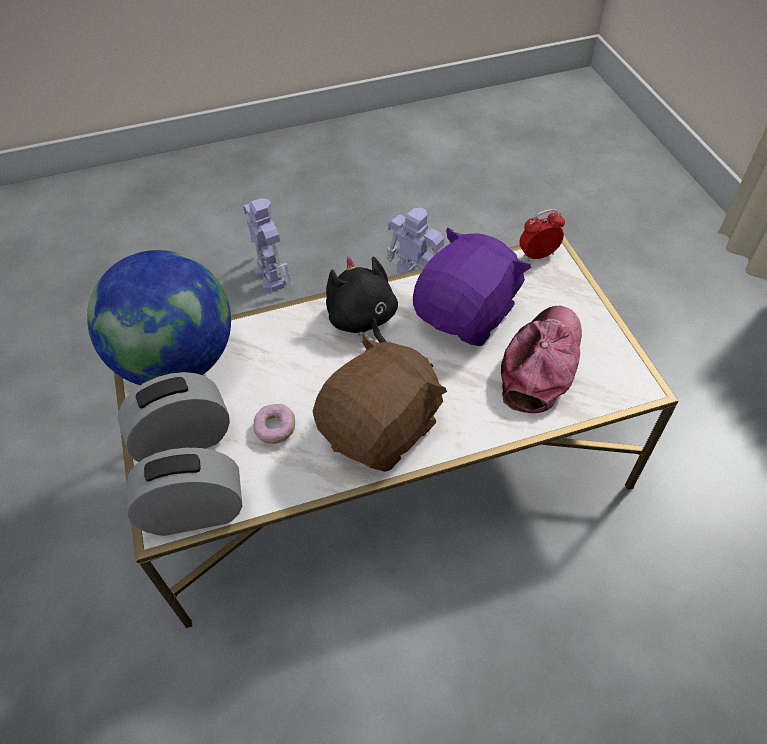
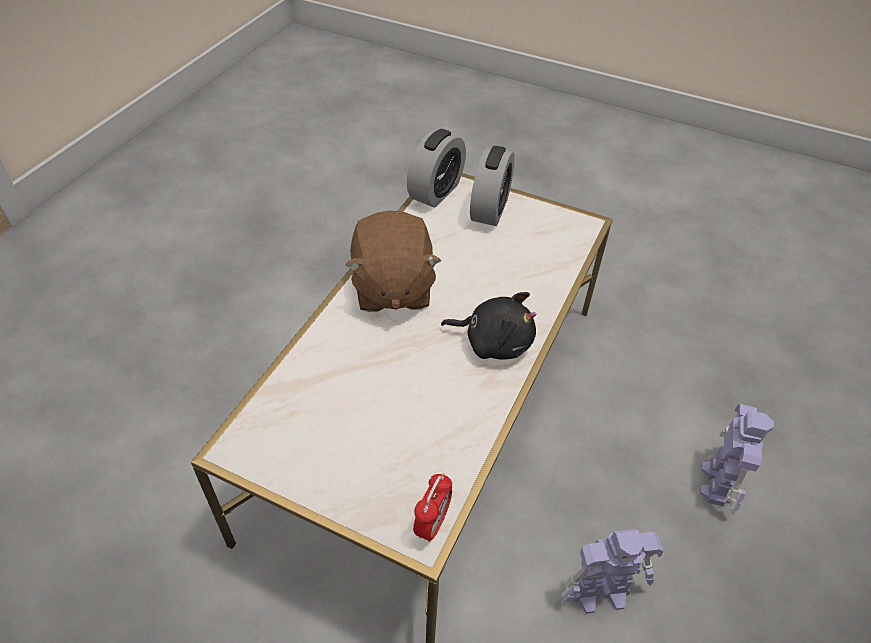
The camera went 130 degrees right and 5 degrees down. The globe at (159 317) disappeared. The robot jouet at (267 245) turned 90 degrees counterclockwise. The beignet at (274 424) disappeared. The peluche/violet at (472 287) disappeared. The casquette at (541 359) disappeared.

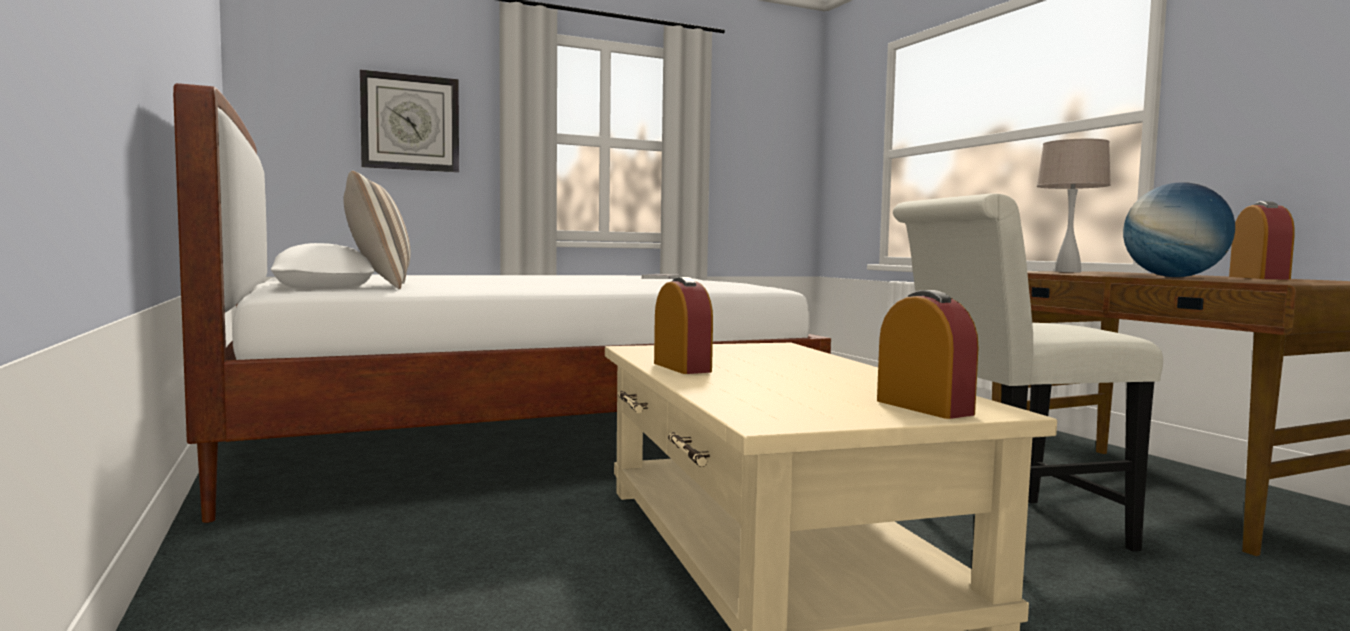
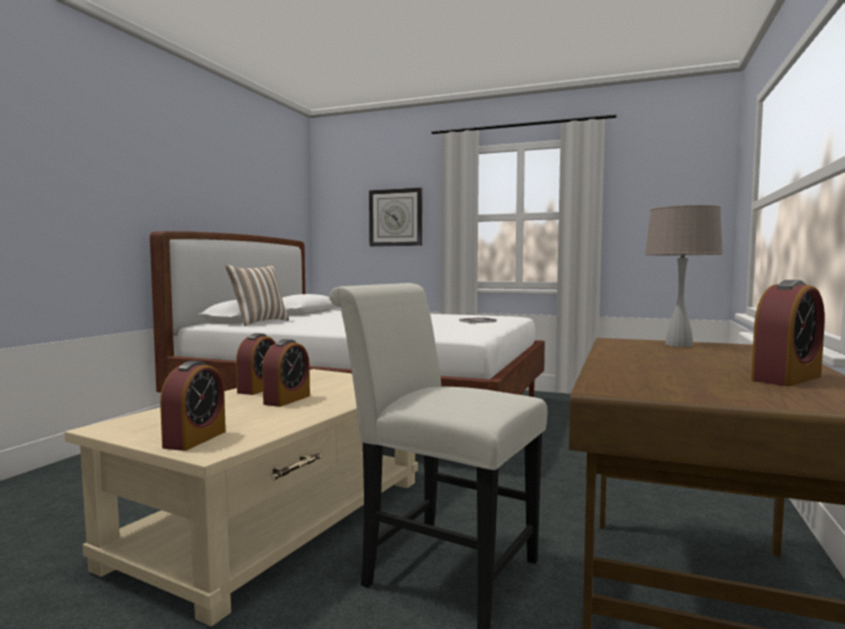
The camera went 45 degrees right and 0 degrees up. The globe at (1179 229) disappeared. The réveil at (286 373) appeared.

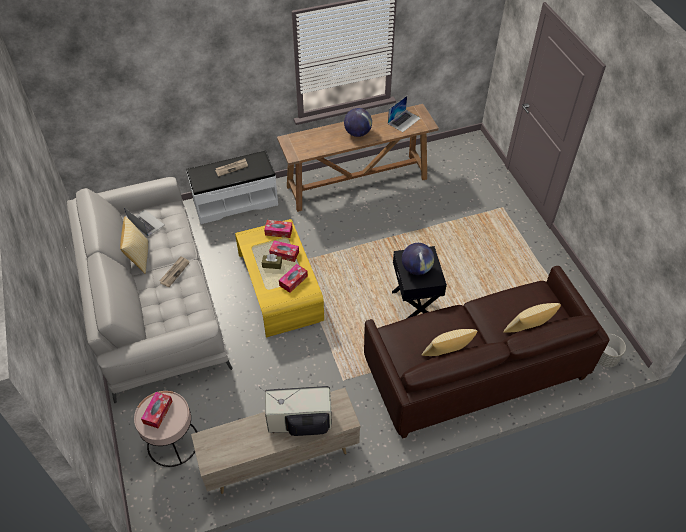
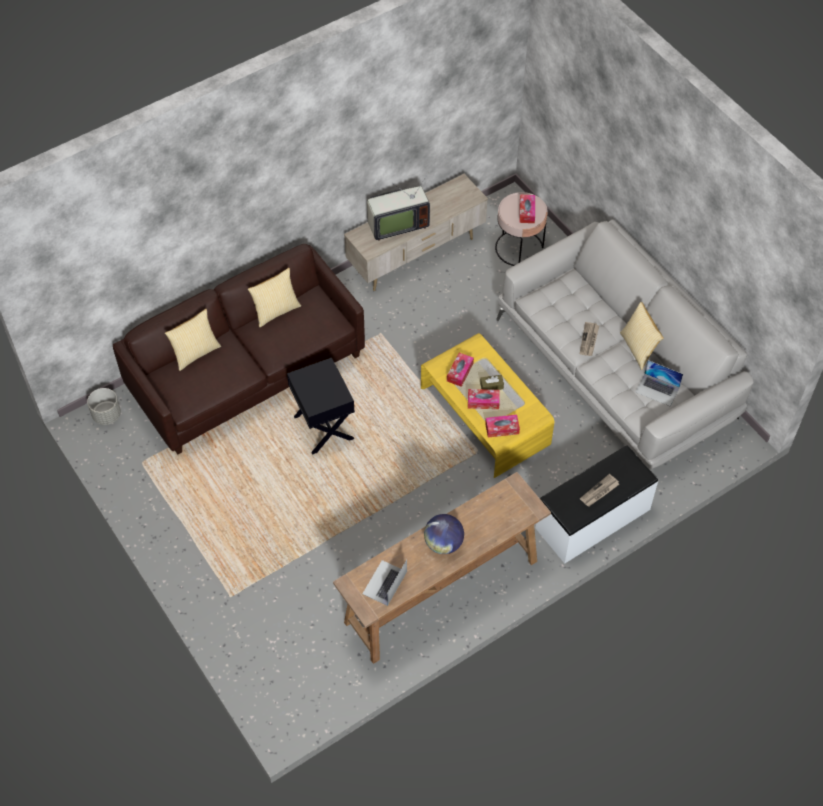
The camera went 165 degrees right and 5 degrees up. The globe at (418 259) disappeared.

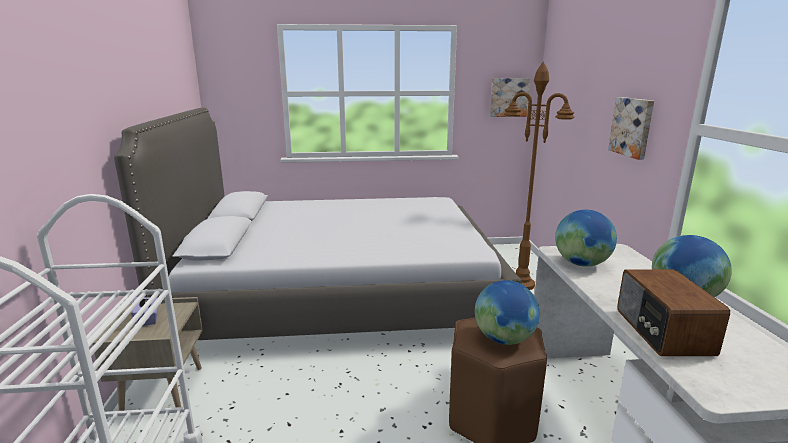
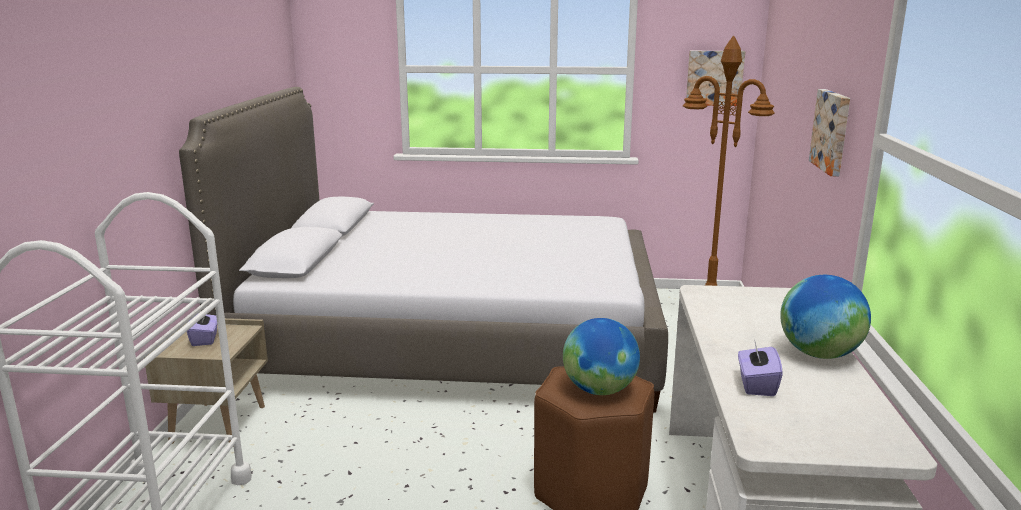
The camera went 10 degrees right and 0 degrees up. The globe at (586 238) disappeared. The radio at (673 312) was replaced by the boîte à mouchoirs/violet at (760 367).

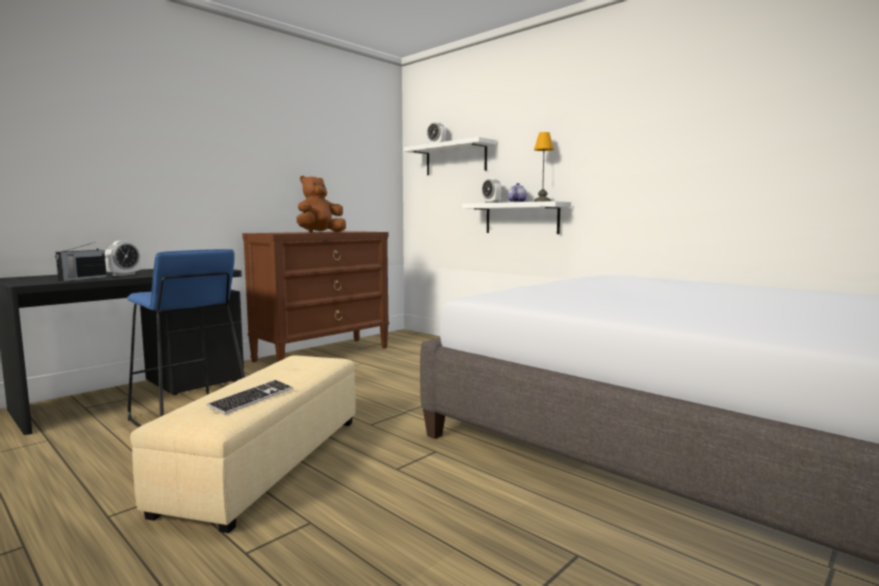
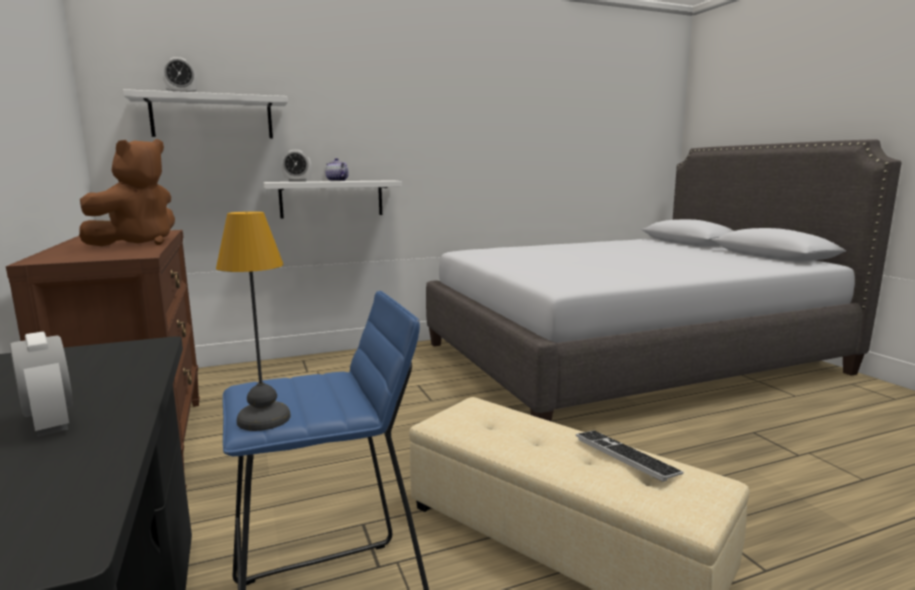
The camera went 65 degrees left and 5 degrees up. The radio at (81 261) disappeared. The peluche/marron at (321 204) turned 135 degrees counterclockwise. The lampe de table moved from (544 167) to (253 321).

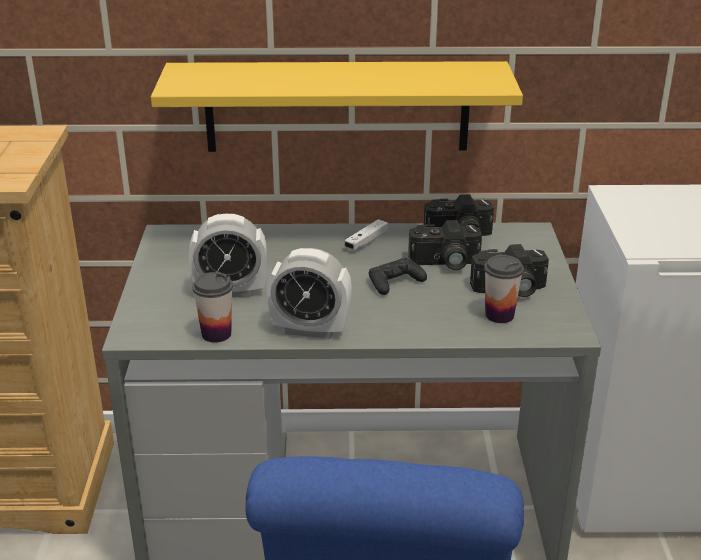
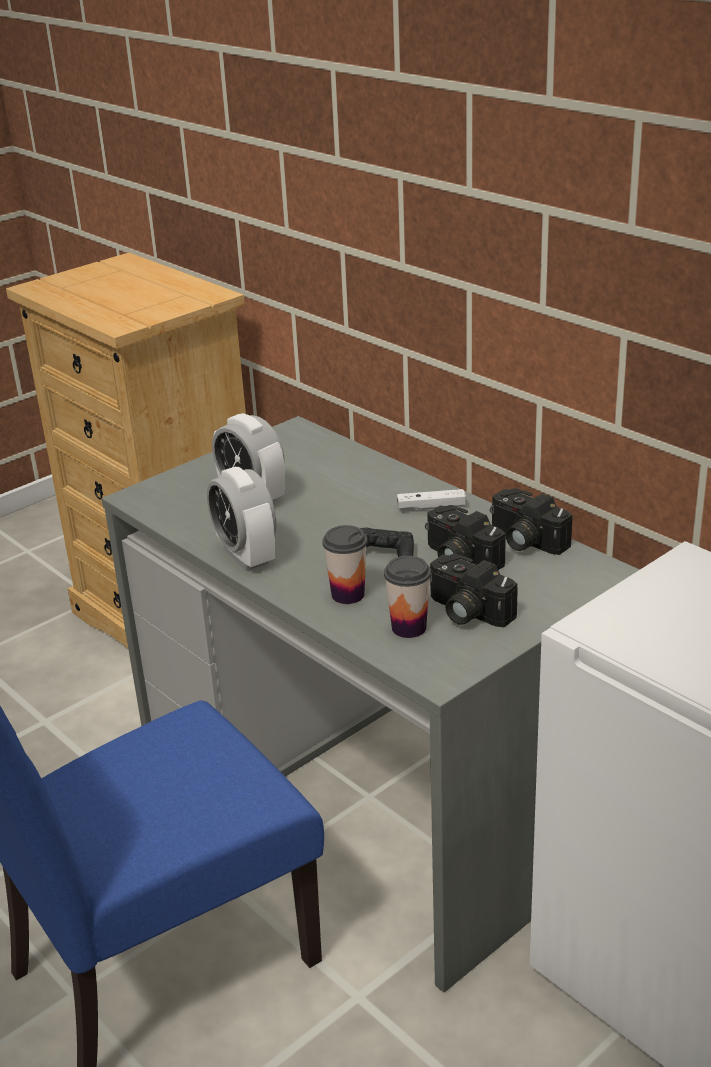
The camera went 50 degrees right and 0 degrees up. The étagère/jaune at (337 106) disappeared. The tasse moved from (212 307) to (345 564).

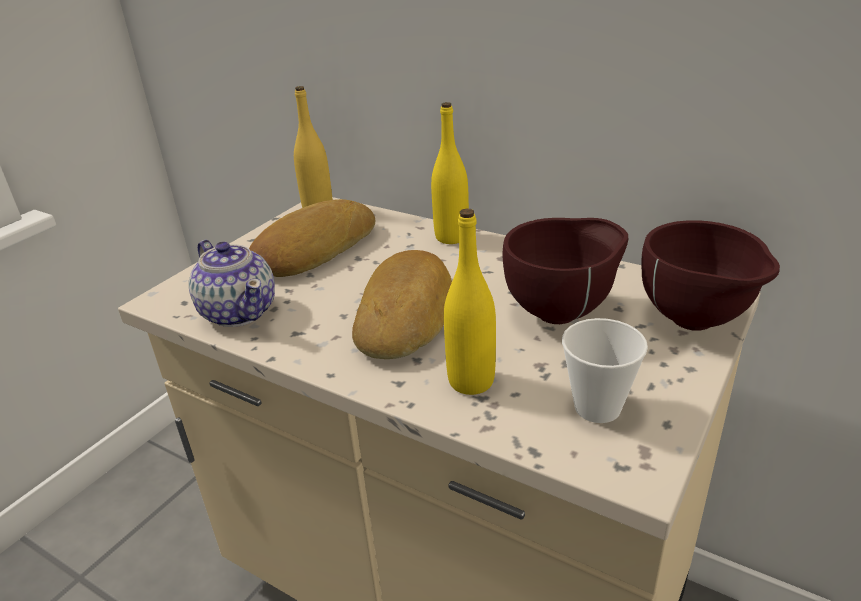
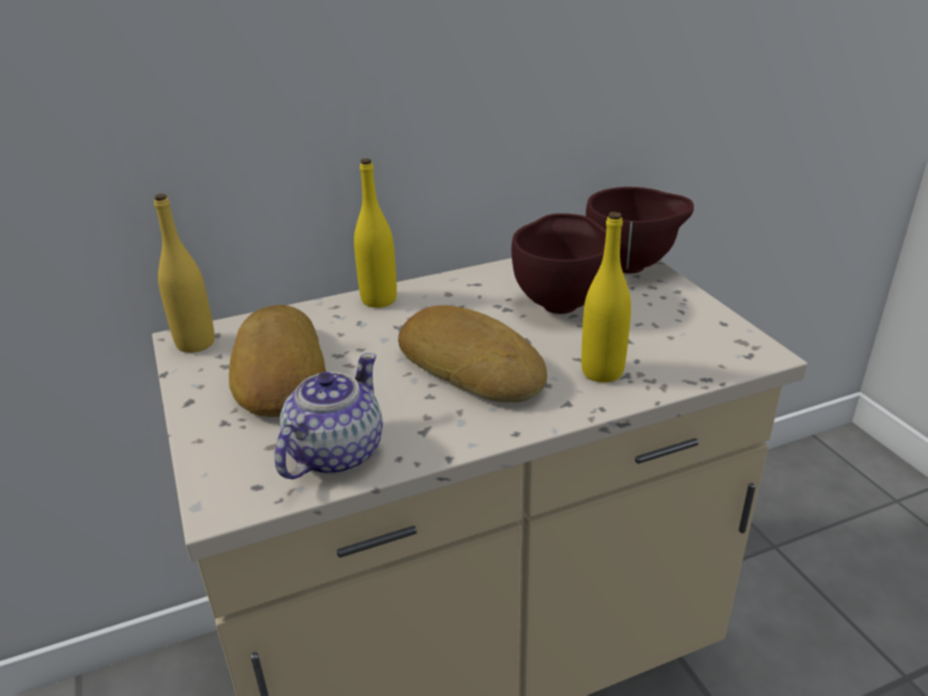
The camera went 55 degrees left and 0 degrees up. The théière at (231 283) turned 60 degrees counterclockwise. The tasse at (605 370) disappeared.

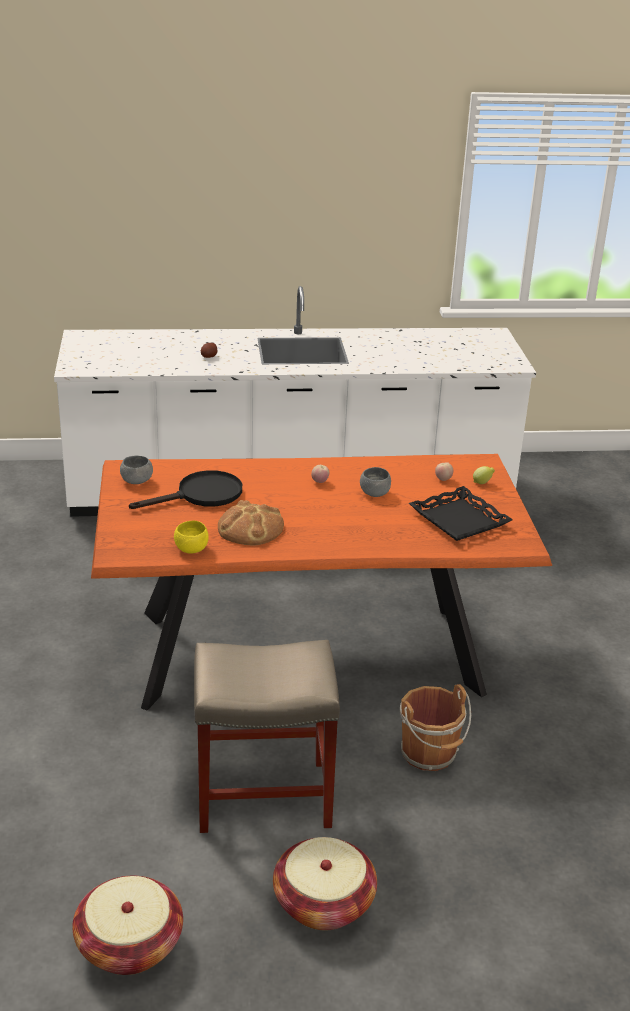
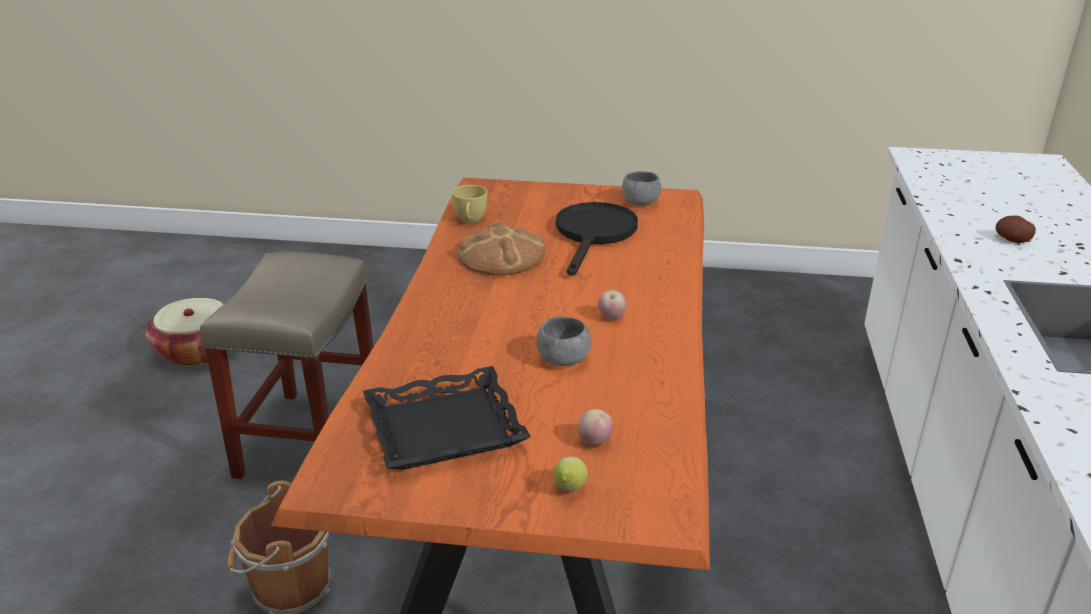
The camera went 105 degrees right and 0 degrees up. The poêle/noir at (185 489) turned 150 degrees counterclockwise. The bol/jaune at (191 537) was replaced by the tasse/jaune at (469 204). The panier at (325 883) disappeared.

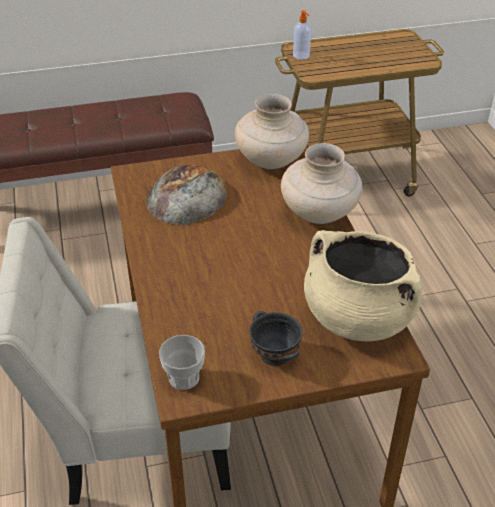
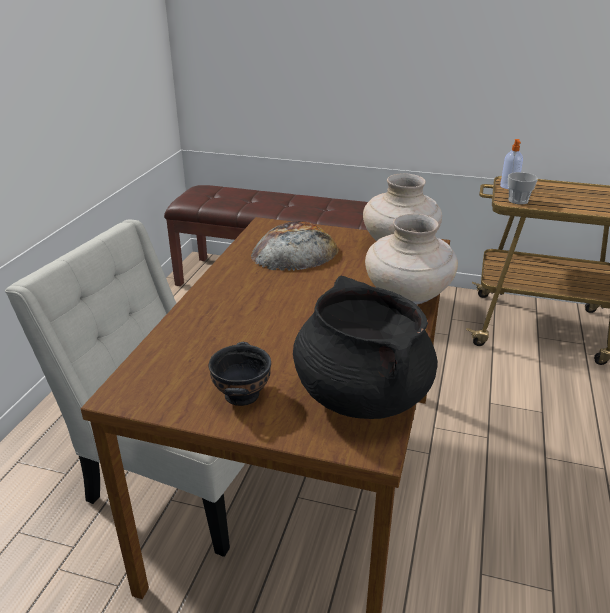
The camera went 30 degrees right and 10 degrees down. The tasse moved from (182 362) to (523 188). The marmite/beige at (363 285) became the marmite/noir at (365 347).

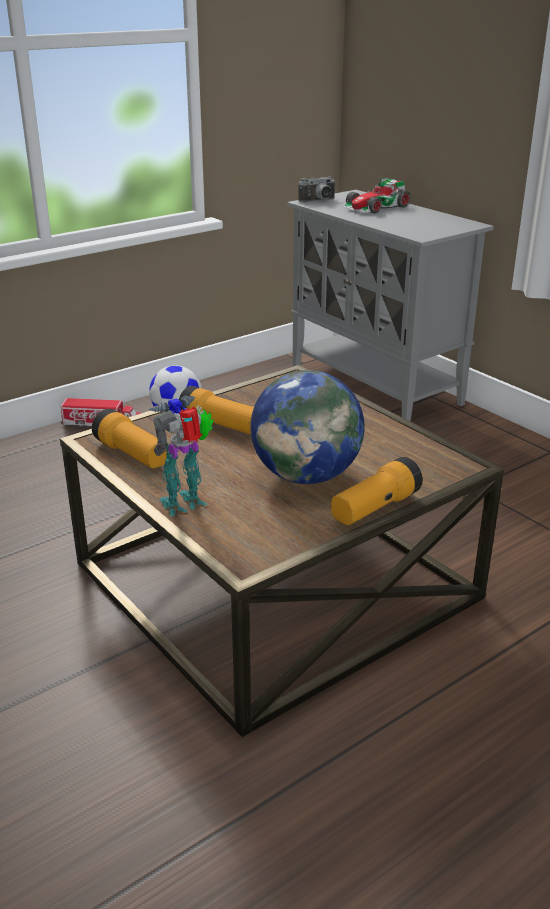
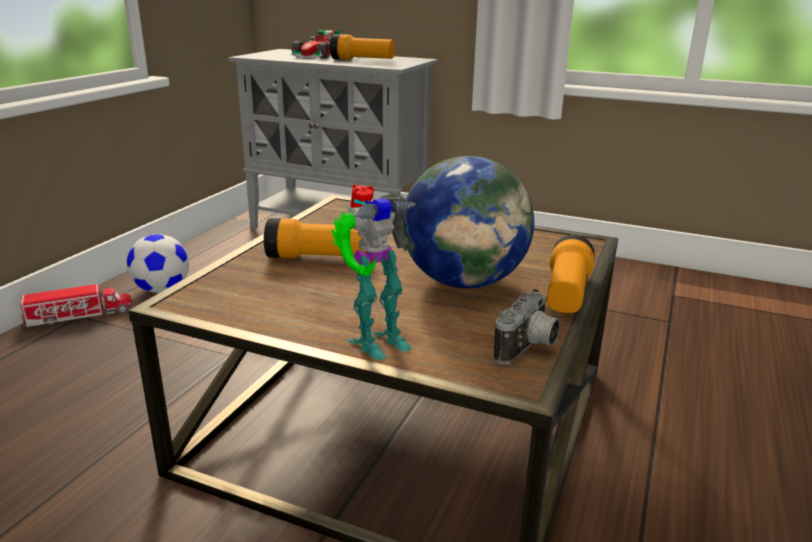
The camera went 30 degrees left and 5 degrees down. The lampe de poche moved from (130 438) to (362 47). The robot jouet at (181 455) turned 150 degrees counterclockwise. The appareil photo moved from (317 189) to (527 326).

